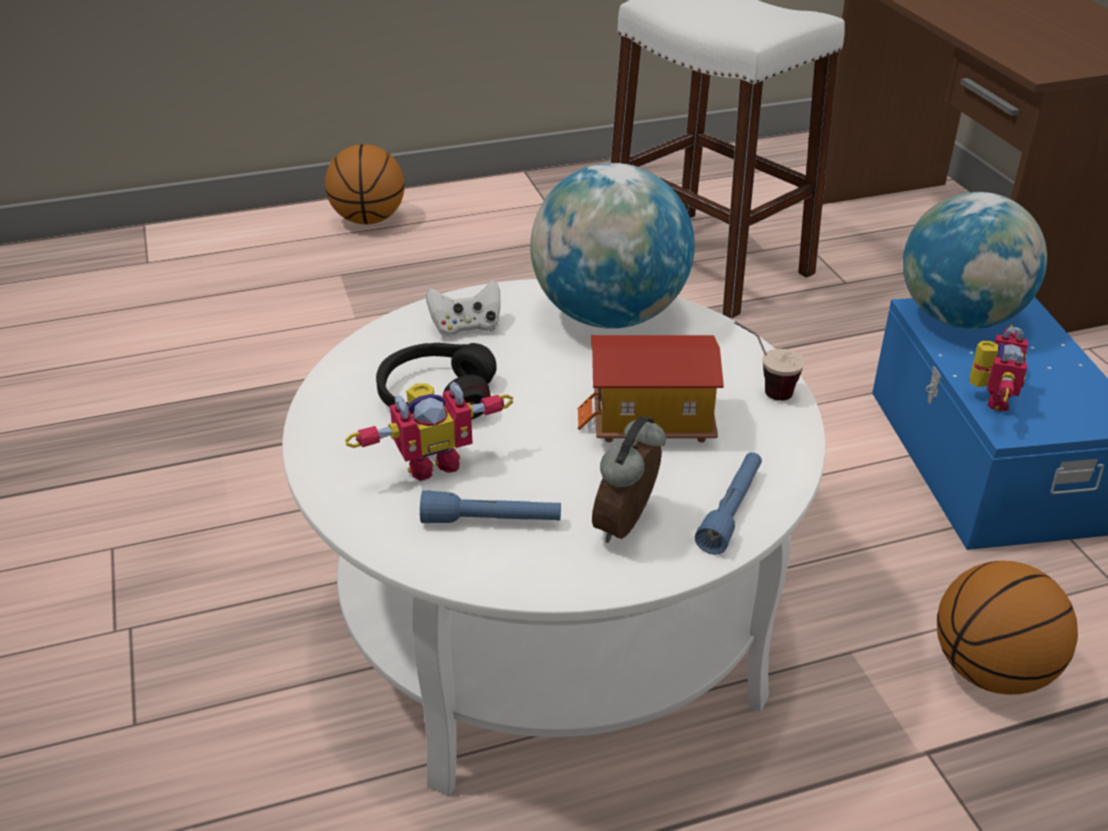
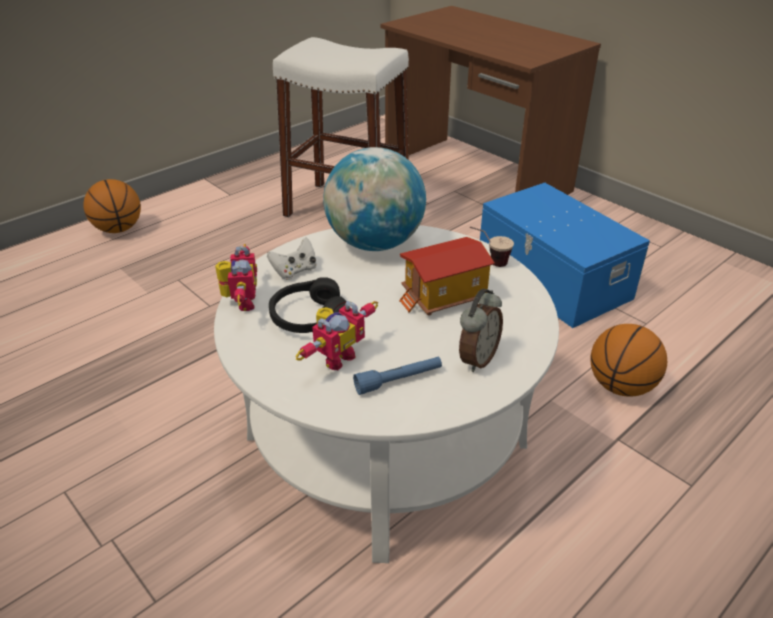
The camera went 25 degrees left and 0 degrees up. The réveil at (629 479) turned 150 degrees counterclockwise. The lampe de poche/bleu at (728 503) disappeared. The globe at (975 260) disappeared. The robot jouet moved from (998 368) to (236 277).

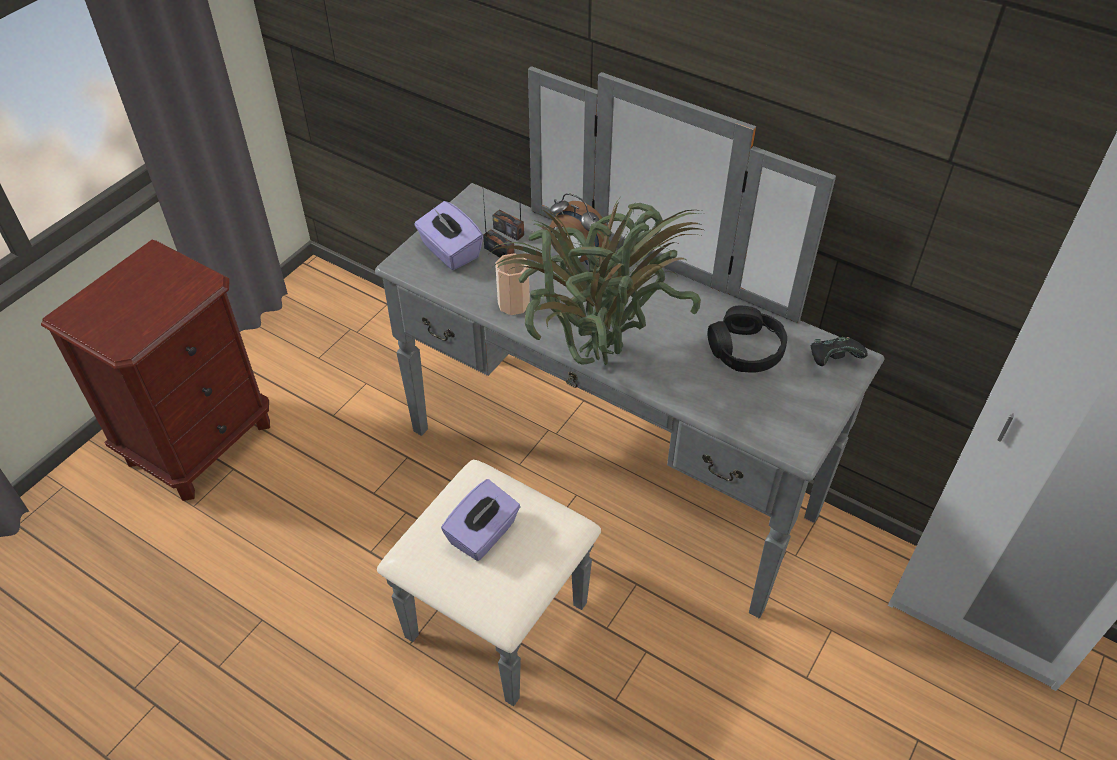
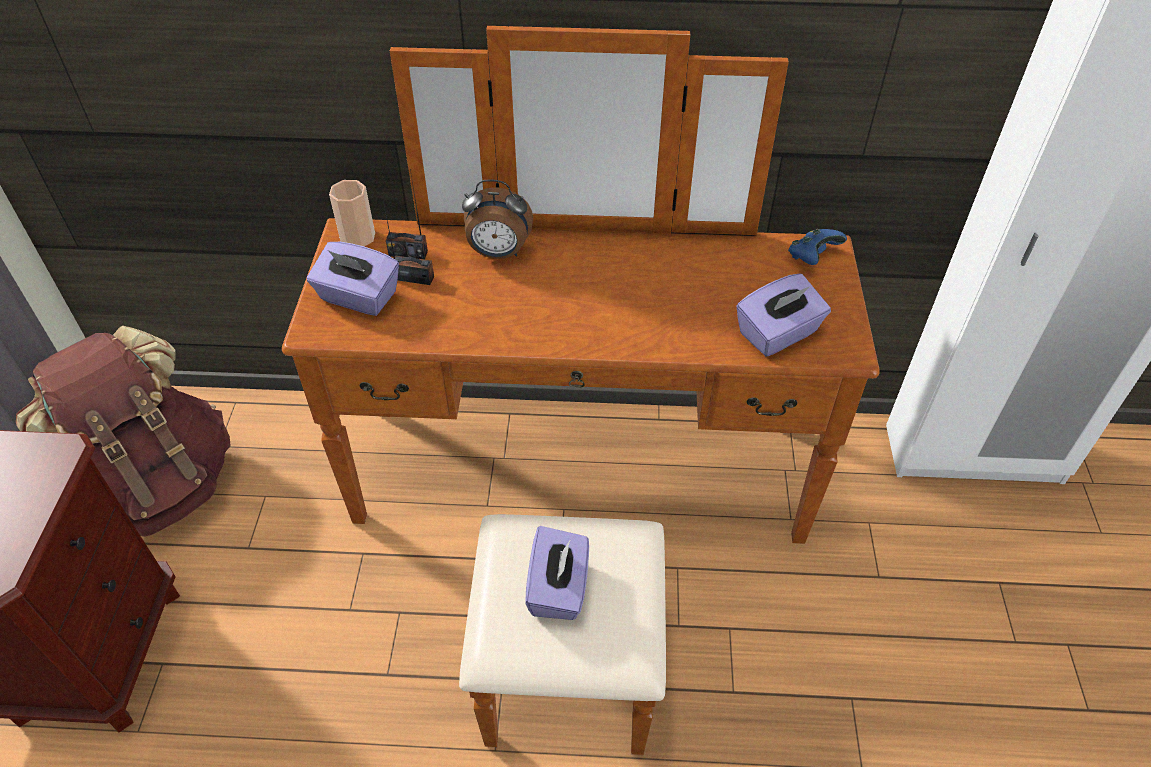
The camera went 30 degrees left and 0 degrees up. The commode/gris at (630 386) became the commode/marron at (581 390). The plante en pot at (595 282) disappeared. The tasse moved from (512 284) to (352 213). The casque audio/noir at (747 339) disappeared. The manette/noir at (839 351) became the manette/bleu at (817 247). The sac à dos/marron at (123 431) appeared. The boîte à mouchoirs/violet at (783 315) appeared.

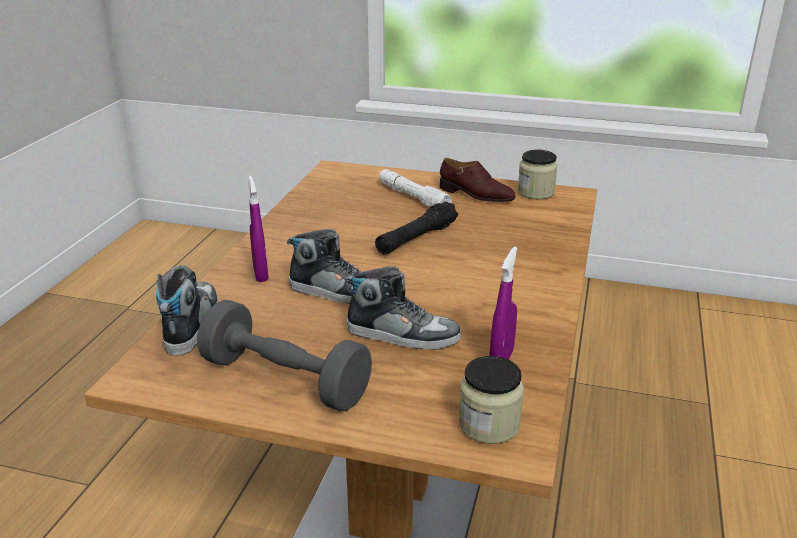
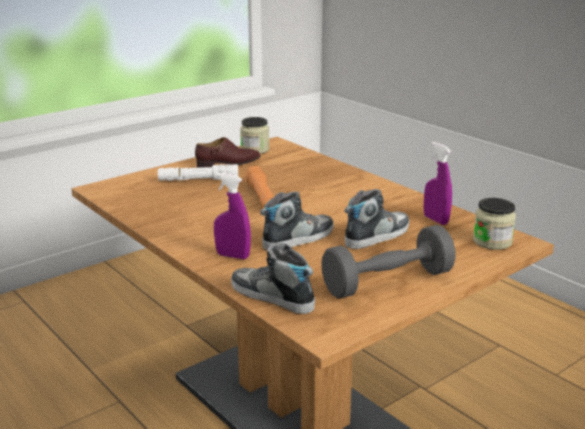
The camera went 55 degrees left and 5 degrees down. The lampe de poche/noir at (416 228) became the lampe de poche/orange at (259 187).

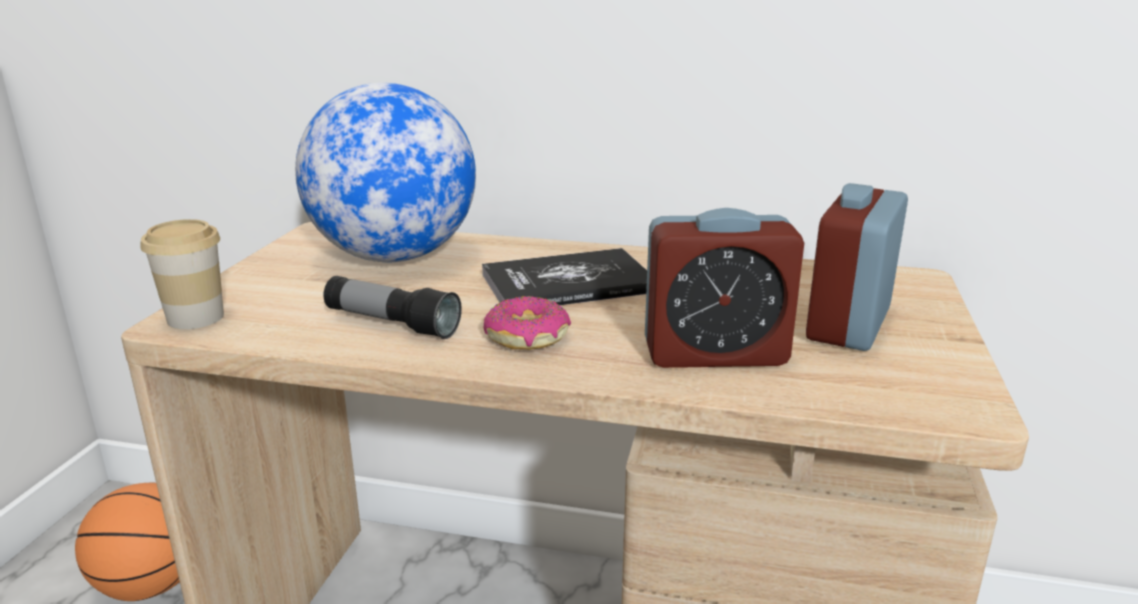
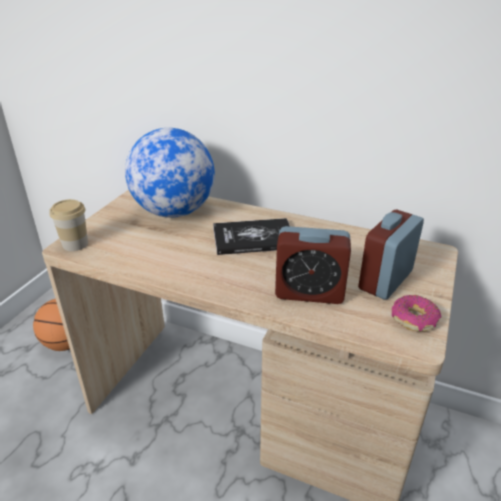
The camera went 10 degrees right and 10 degrees up. The lampe de poche at (392 307) disappeared. The beignet moved from (527 323) to (417 313).

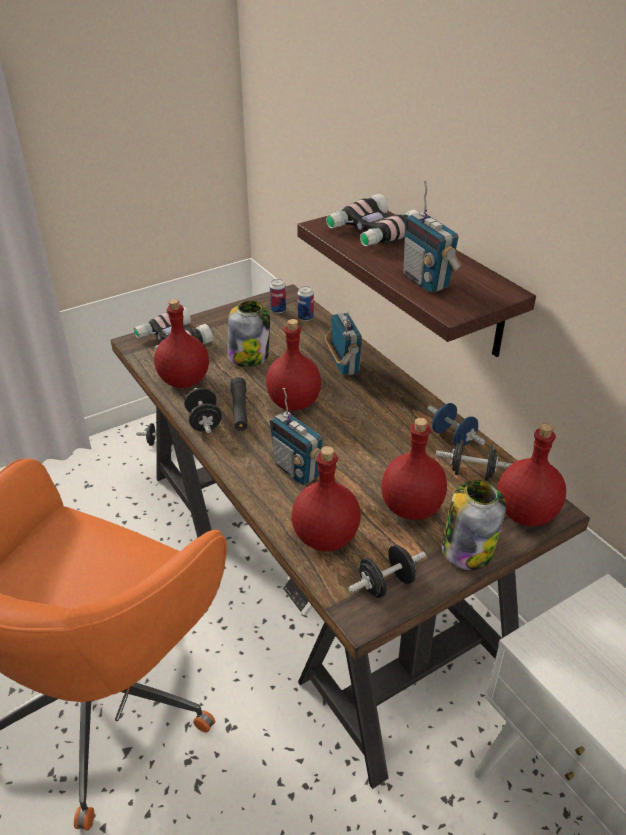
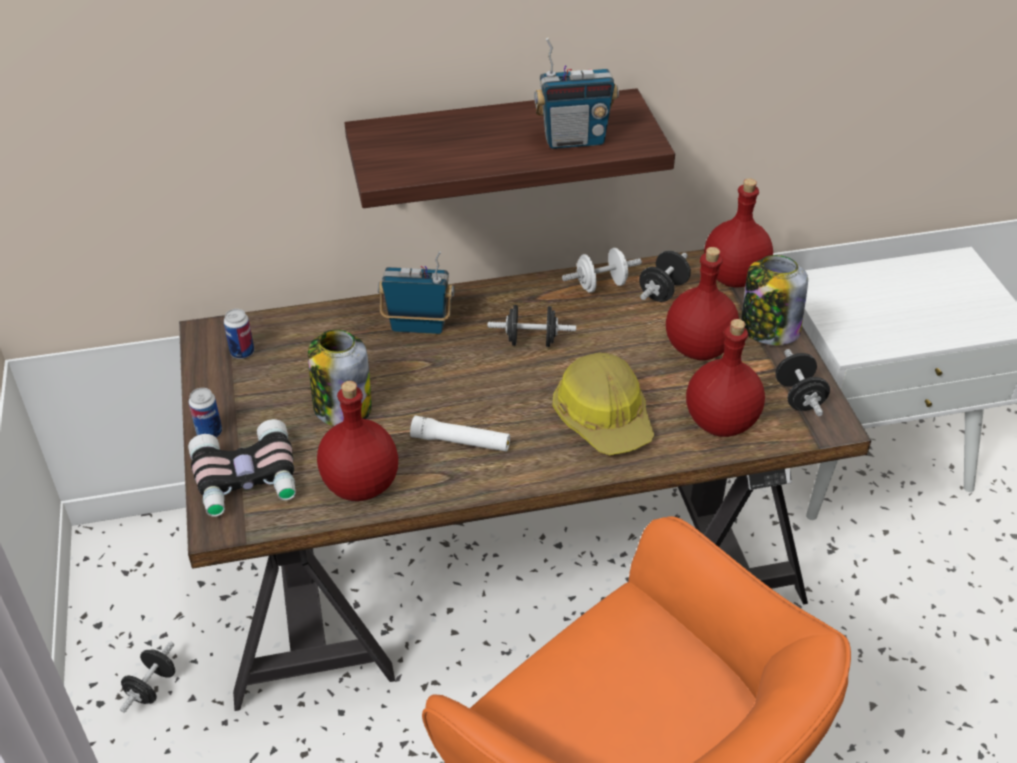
The camera went 70 degrees left and 5 degrees up. The haltère/noir moved from (203 410) to (531 326). The lampe de poche/noir at (238 404) became the lampe de poche/blanc at (460 434). The bouteille/rouge at (293 365) disappeared. The radio at (296 436) was replaced by the casque de chantier at (603 404). The boîte métallique moved from (305 303) to (205 413). The jumelles at (373 220) disappeared. The haltère/bleu at (456 424) became the haltère/blanc at (602 270).

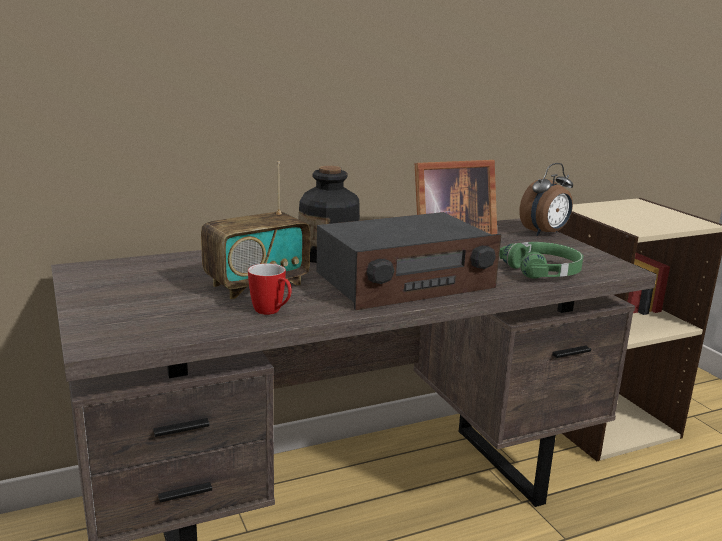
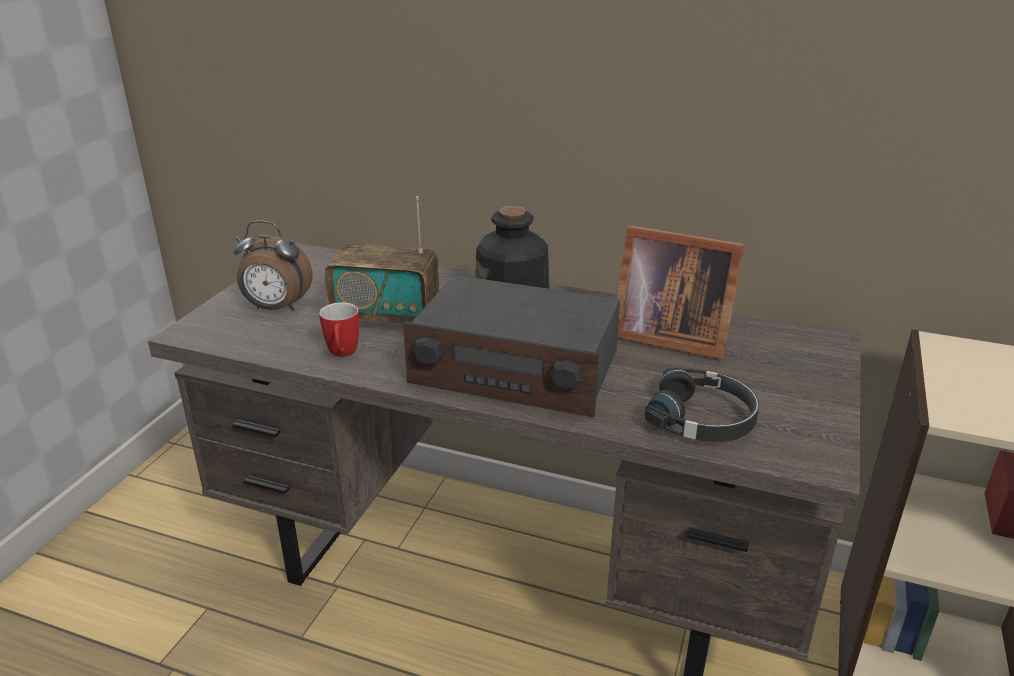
The camera went 45 degrees right and 10 degrees up. The casque audio/vert at (541 260) became the casque audio/noir at (702 405). The réveil moved from (546 199) to (273 266).

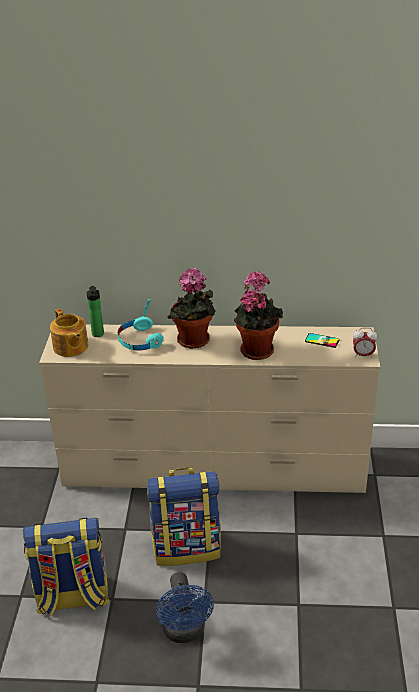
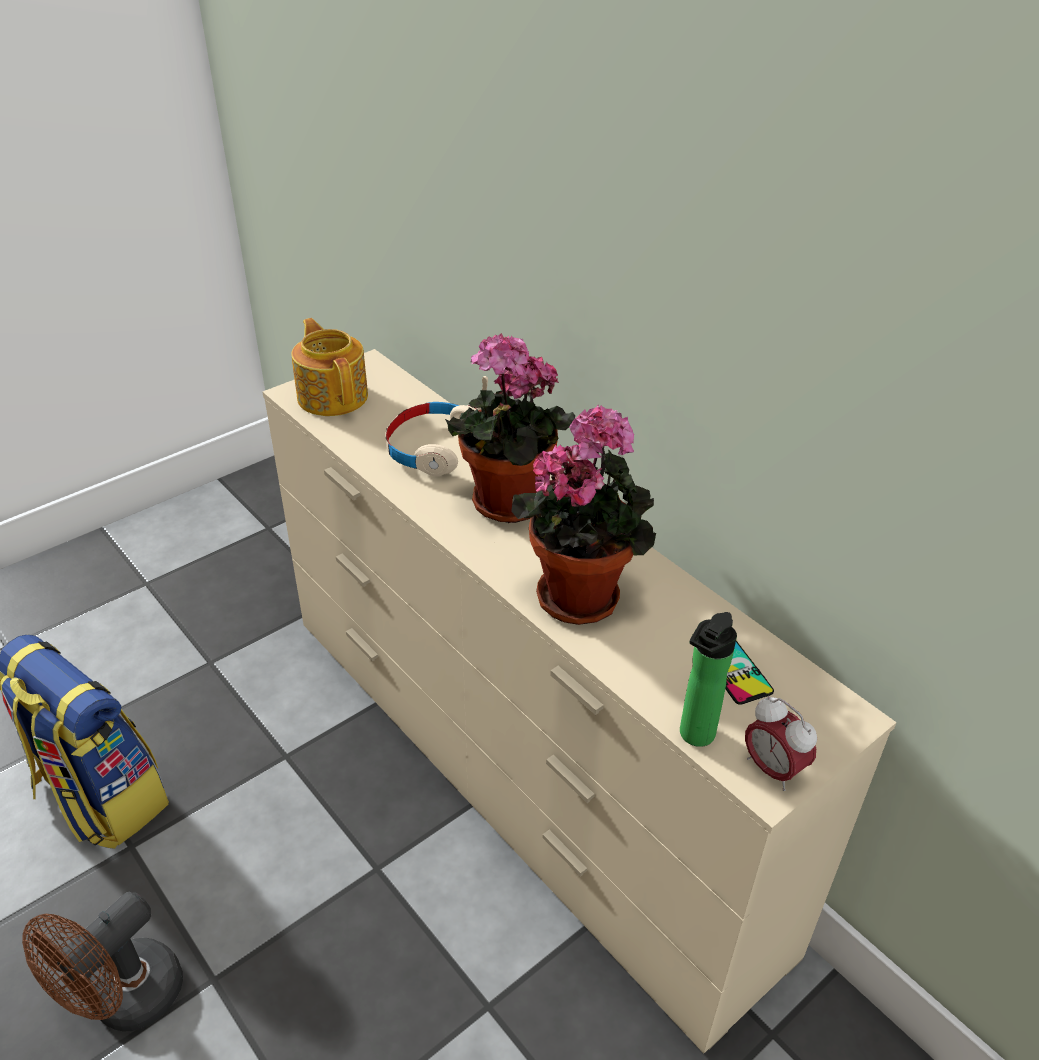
The camera went 45 degrees right and 5 degrees up. The théière at (69 332) turned 135 degrees clockwise. The bouteille moved from (95 311) to (708 679). The casque audio/turquoise at (141 325) became the casque audio/beige at (436 426). The sac à dos at (184 517) disappeared. The ventilateur/bleu at (185 607) became the ventilateur/marron at (102 962).

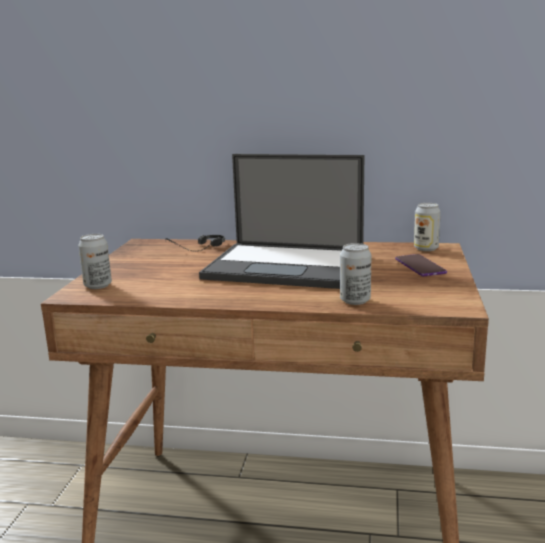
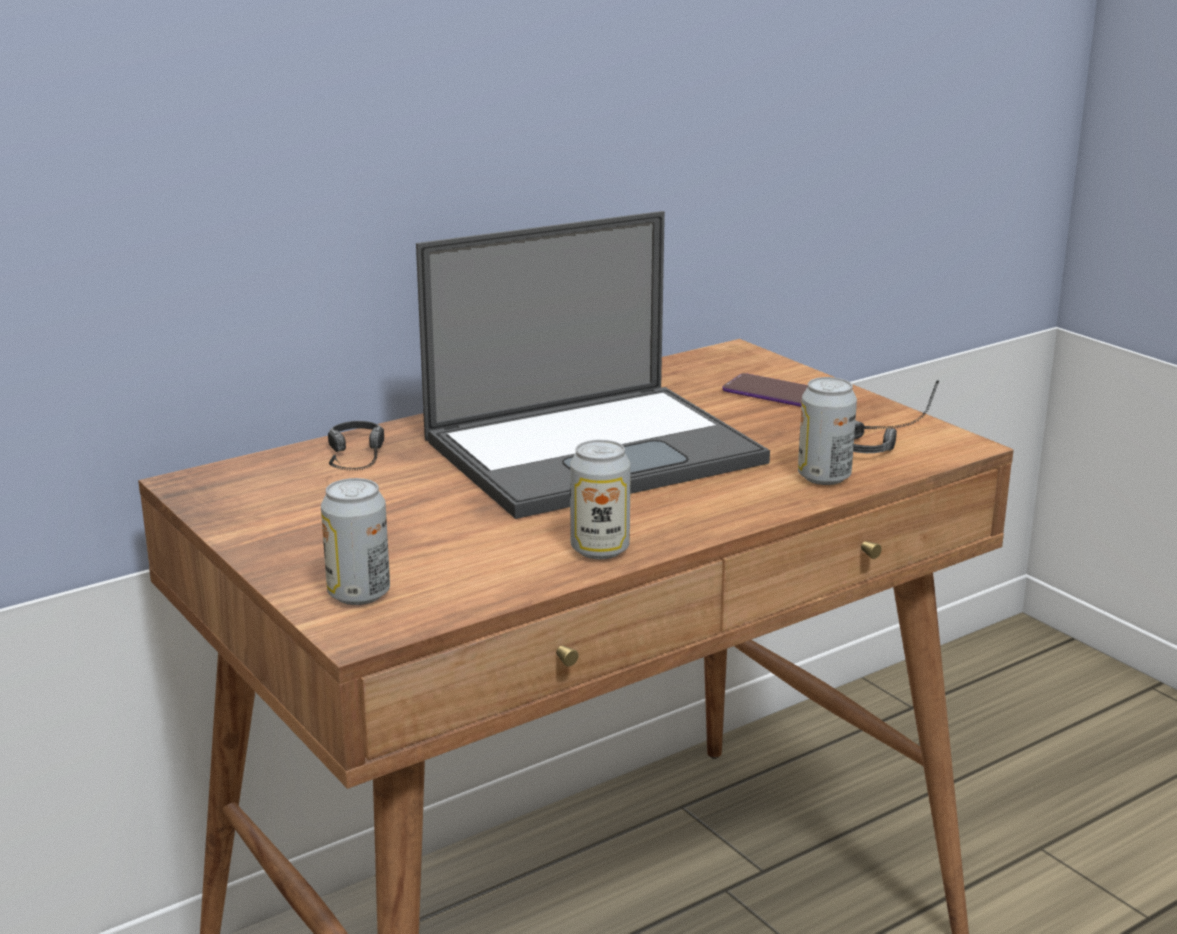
The camera went 45 degrees left and 5 degrees up. The boîte métallique moved from (427 227) to (600 499). The casque audio at (896 416) appeared.

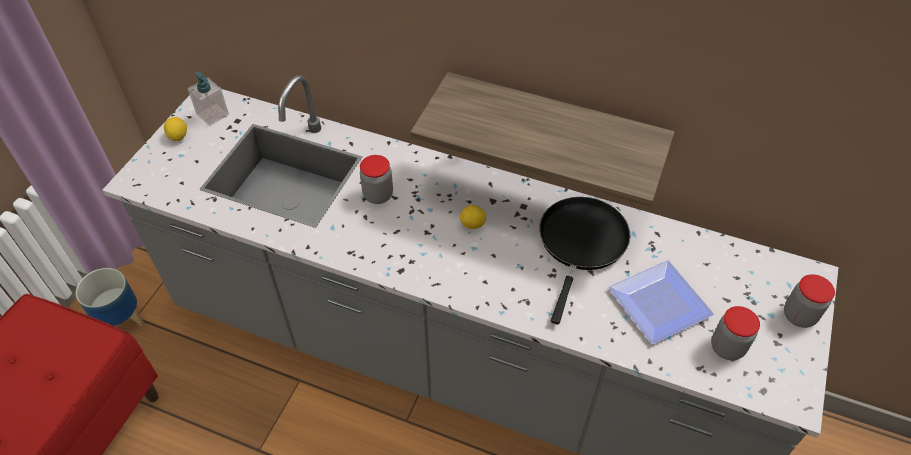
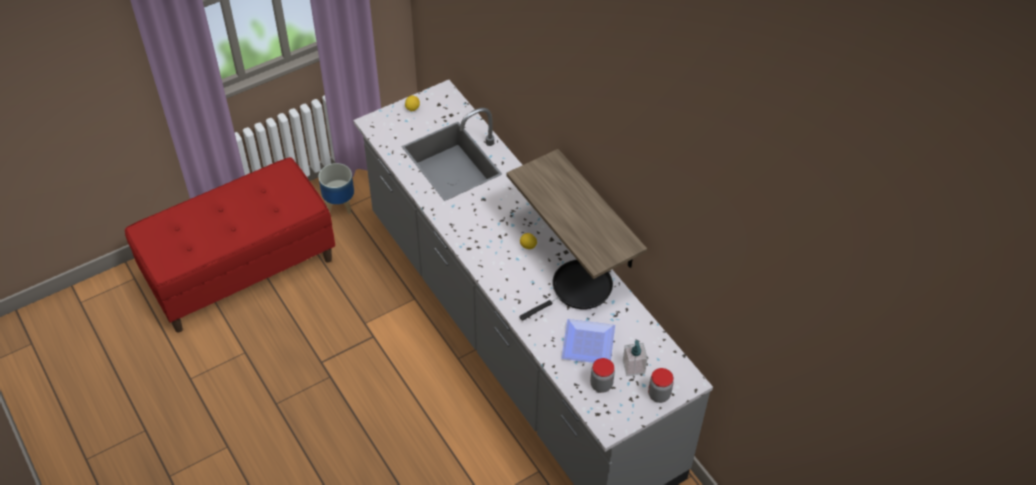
The camera went 35 degrees right and 0 degrees up. The distributeur de savon moved from (208 98) to (635 358). The bocal at (376 179) disappeared.

